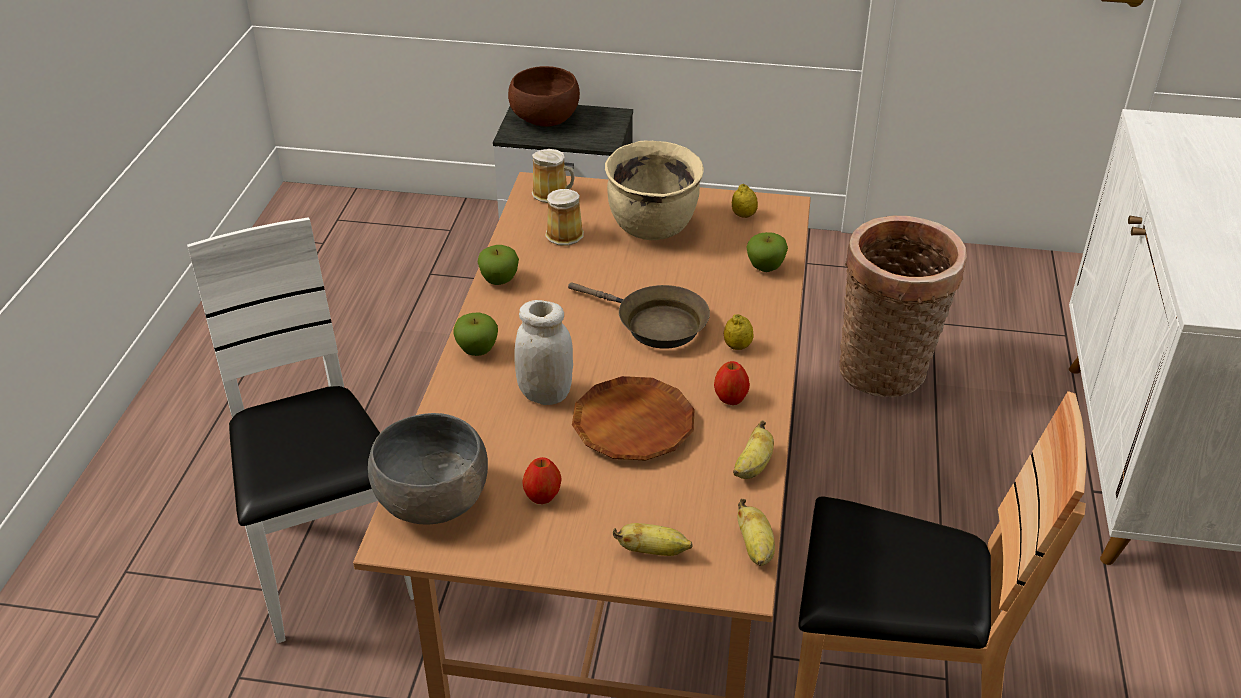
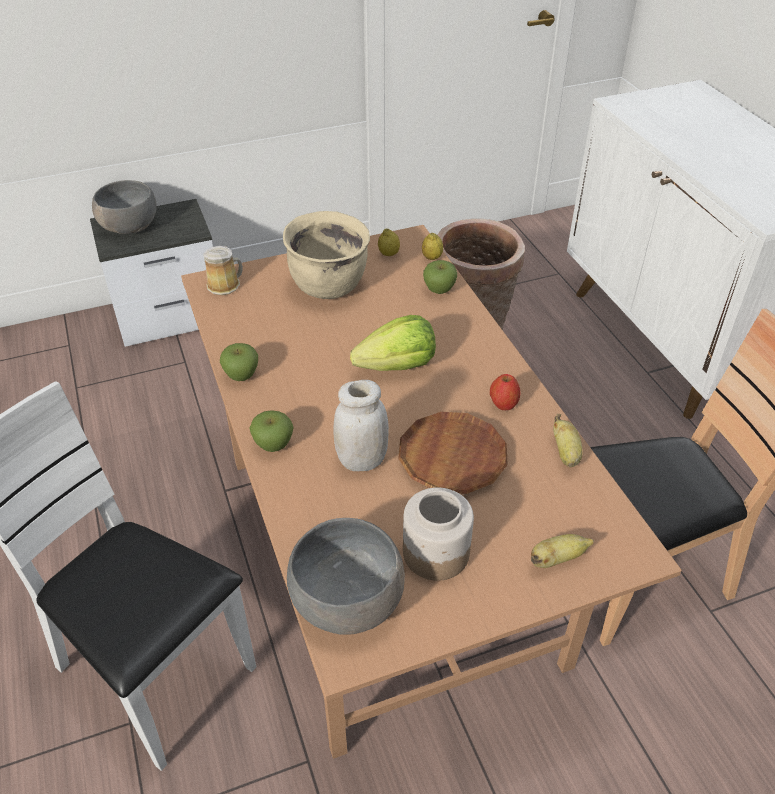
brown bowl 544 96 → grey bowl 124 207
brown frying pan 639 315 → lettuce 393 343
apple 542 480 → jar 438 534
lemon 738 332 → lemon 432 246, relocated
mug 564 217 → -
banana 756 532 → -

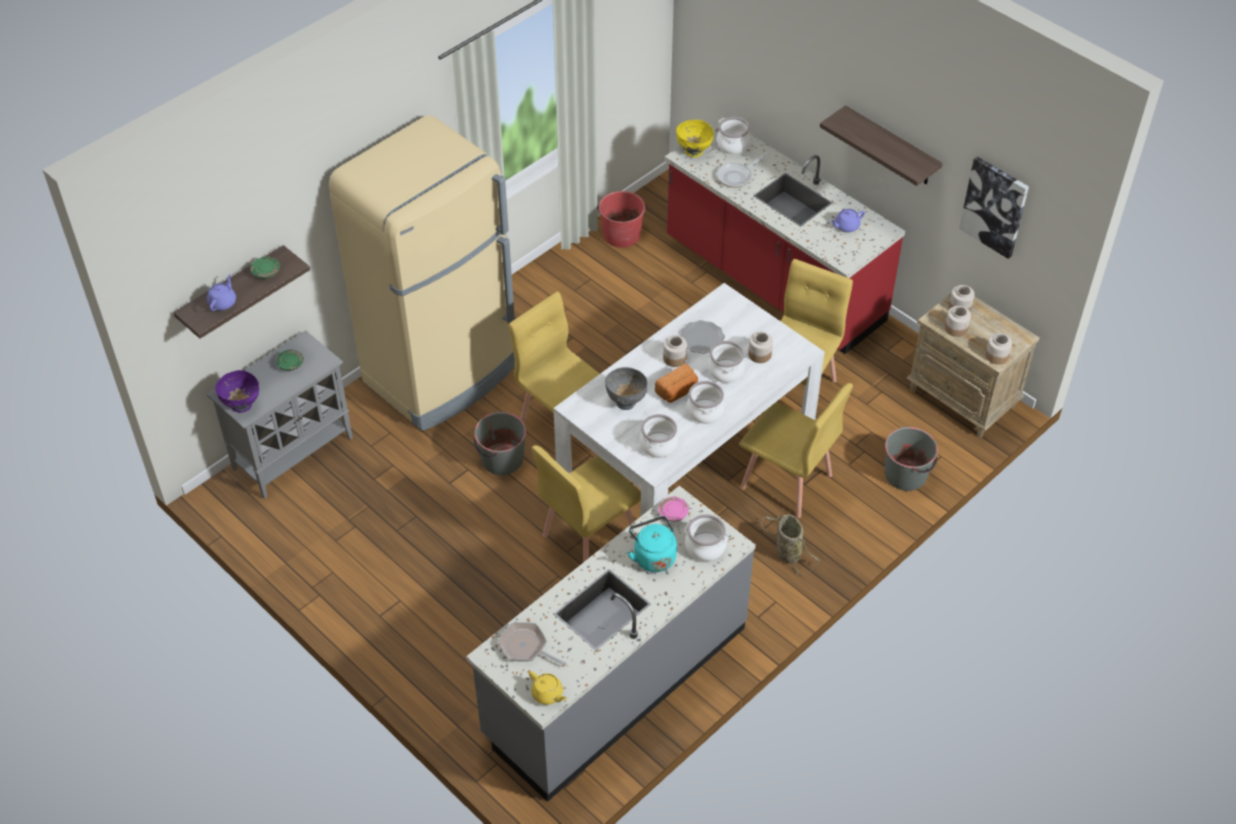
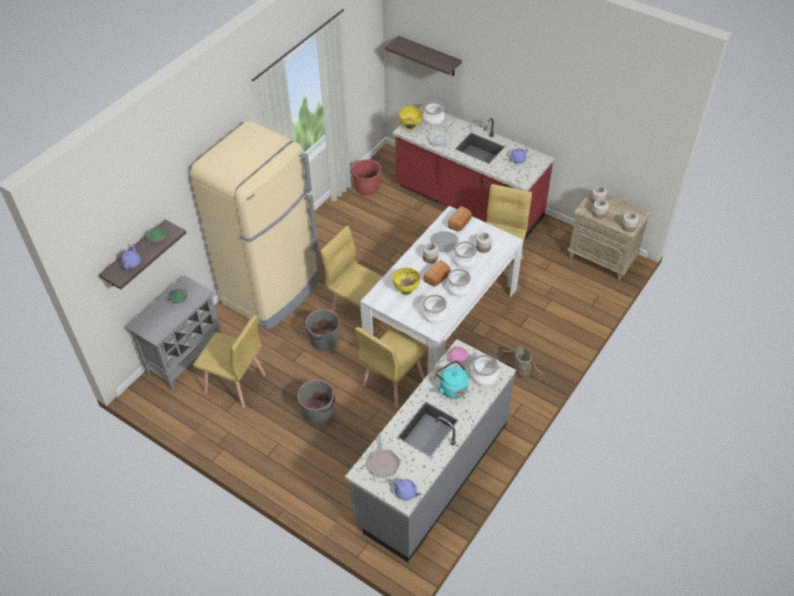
yellow chair 796 450 → yellow chair 229 361, relocated
grey bucket 911 459 → grey bucket 316 401, relocated
frying pan 532 644 → frying pan 384 456, 120 degrees counterclockwise
shelf 881 145 → shelf 423 56, relocated
grey bowl 626 388 → yellow bowl 406 282
yellow teapot 548 688 → purple teapot 407 489
- → bread 460 218
purple bowl 237 391 → -
picture 994 207 → -

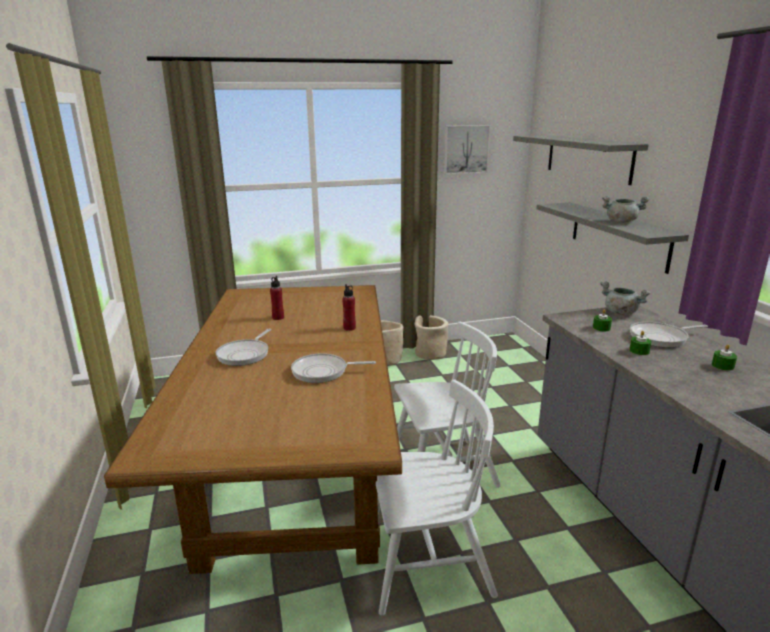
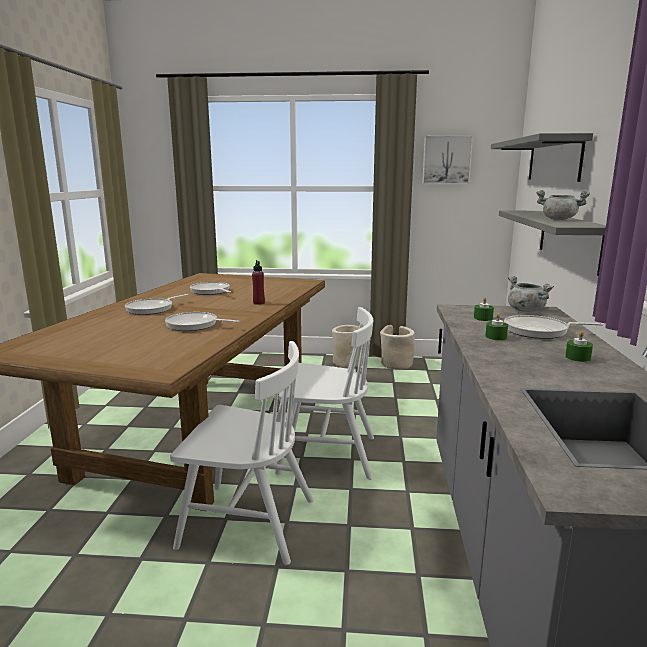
red bottle 277 298 → frying pan 210 288

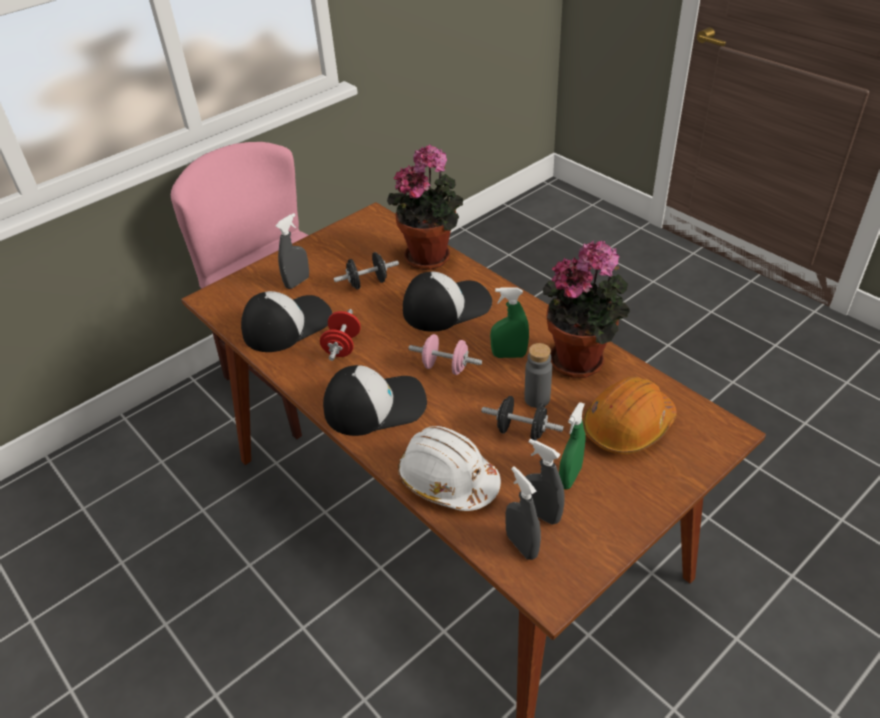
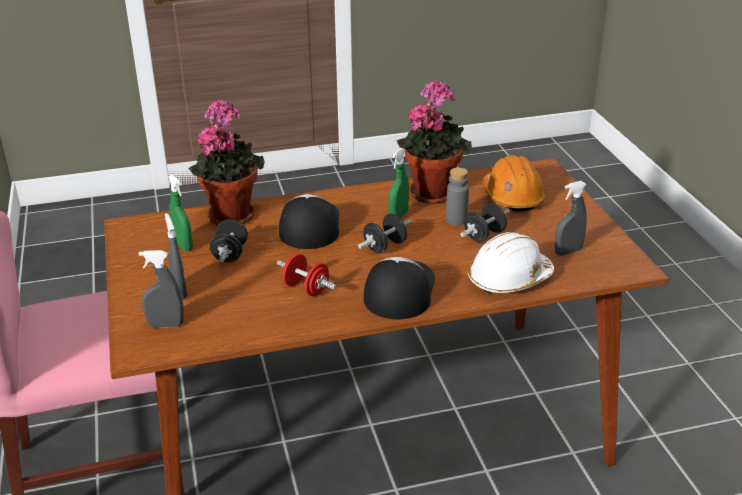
grey spray bottle 523 513 → grey spray bottle 161 289, relocated
green spray bottle 572 445 → green spray bottle 181 213, relocated
pink dumbbell 445 354 → black dumbbell 385 233
cap 286 321 → -

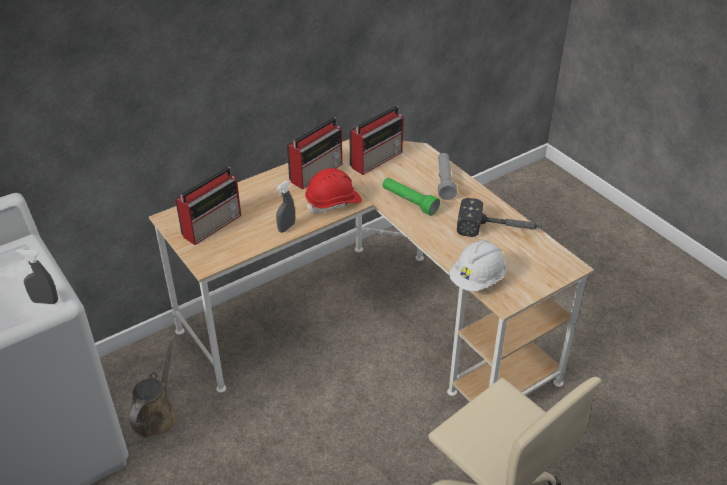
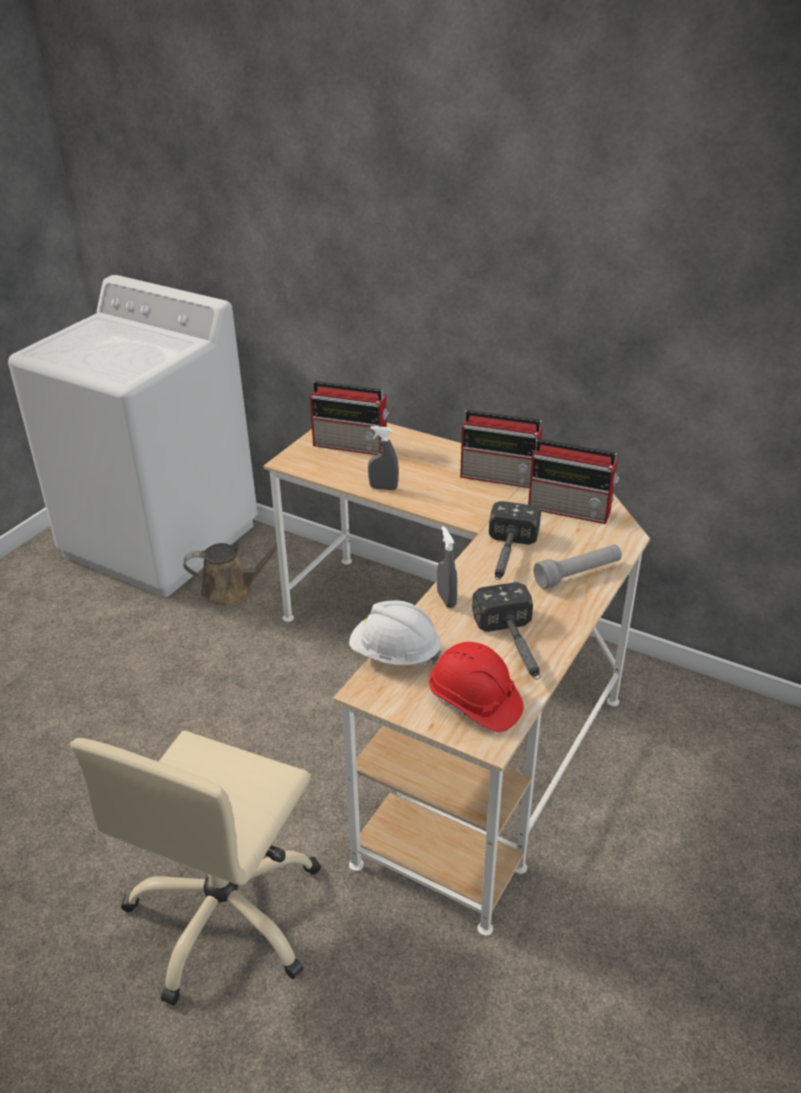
red hard hat 333 191 → red hard hat 476 687, relocated
grey spray bottle 37 276 → grey spray bottle 447 567, relocated
green flashlight 411 197 → hammer 515 540

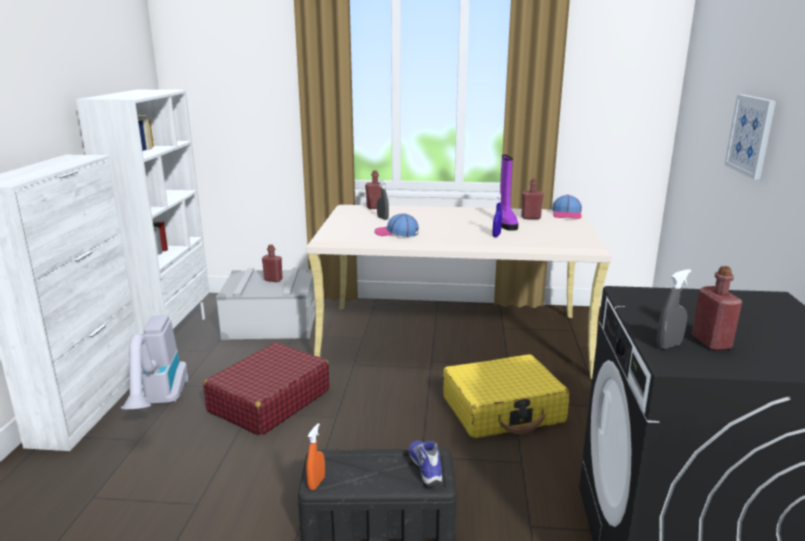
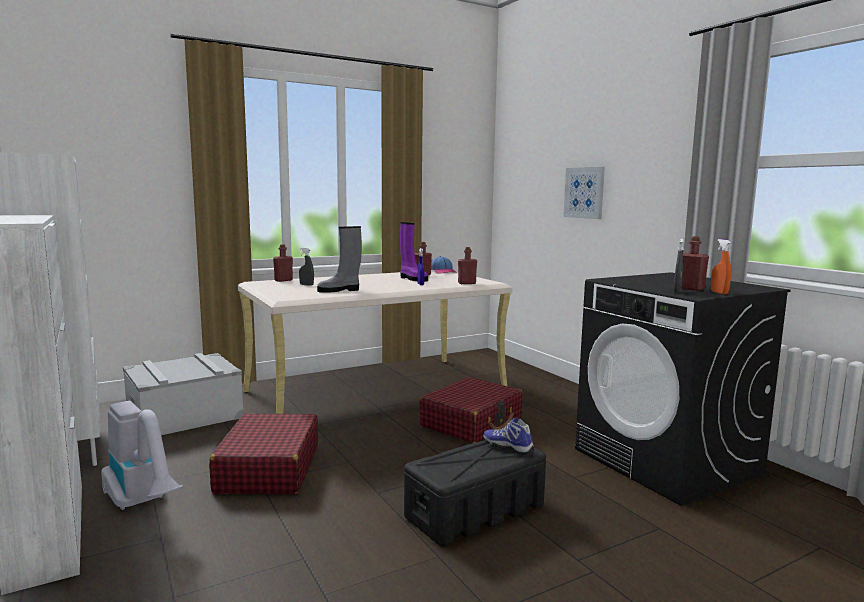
cap 396 225 → grey boot 339 259
yellow suitcase 506 396 → red suitcase 471 410
red bottle 272 263 → red bottle 467 265, relocated
orange spray bottle 315 456 → orange spray bottle 721 266, relocated

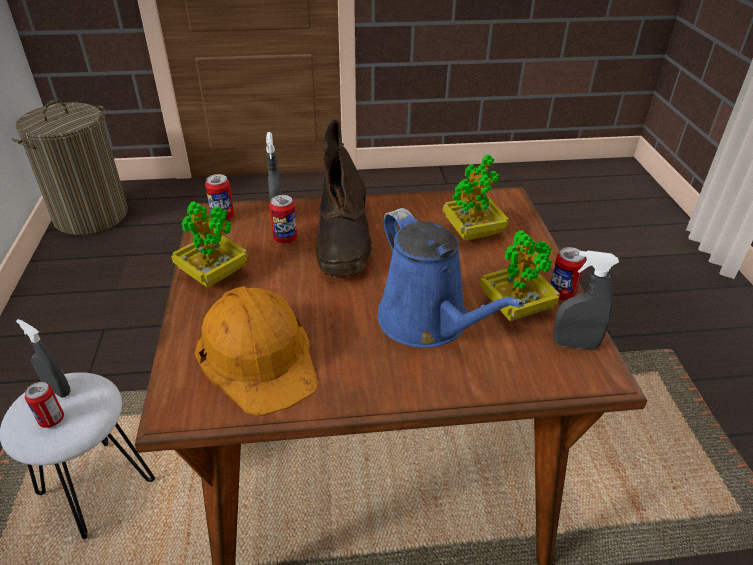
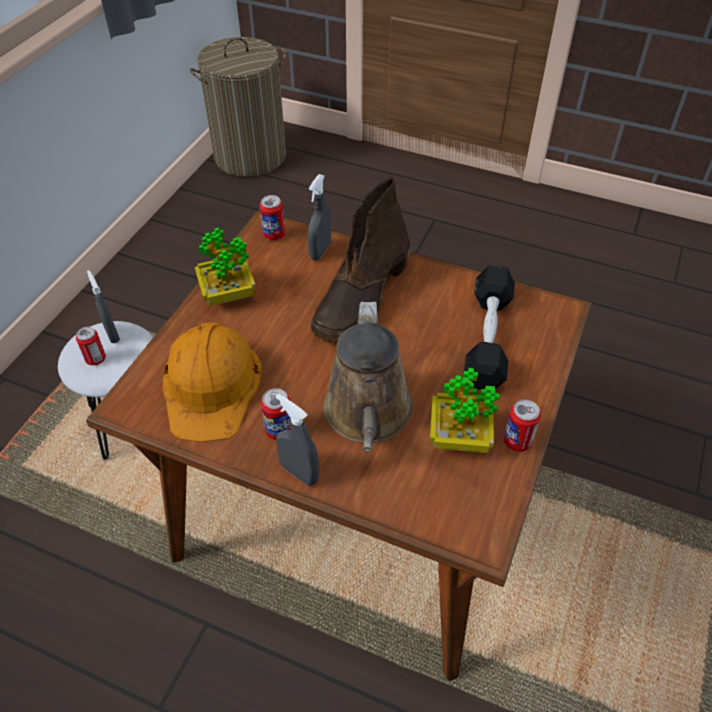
can 283 219 → can 276 414, relocated
grey spray bottle 586 300 → grey spray bottle 297 439, relocated
blue watering can 450 278 → brown watering can 368 377
potted plant 476 197 → black dumbbell 489 327

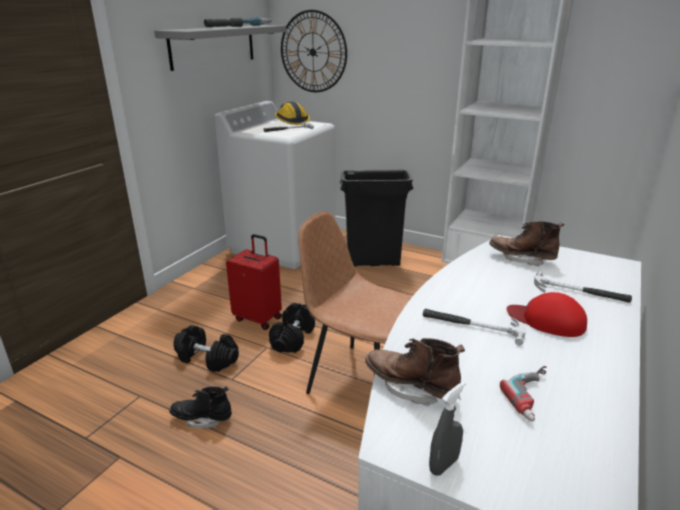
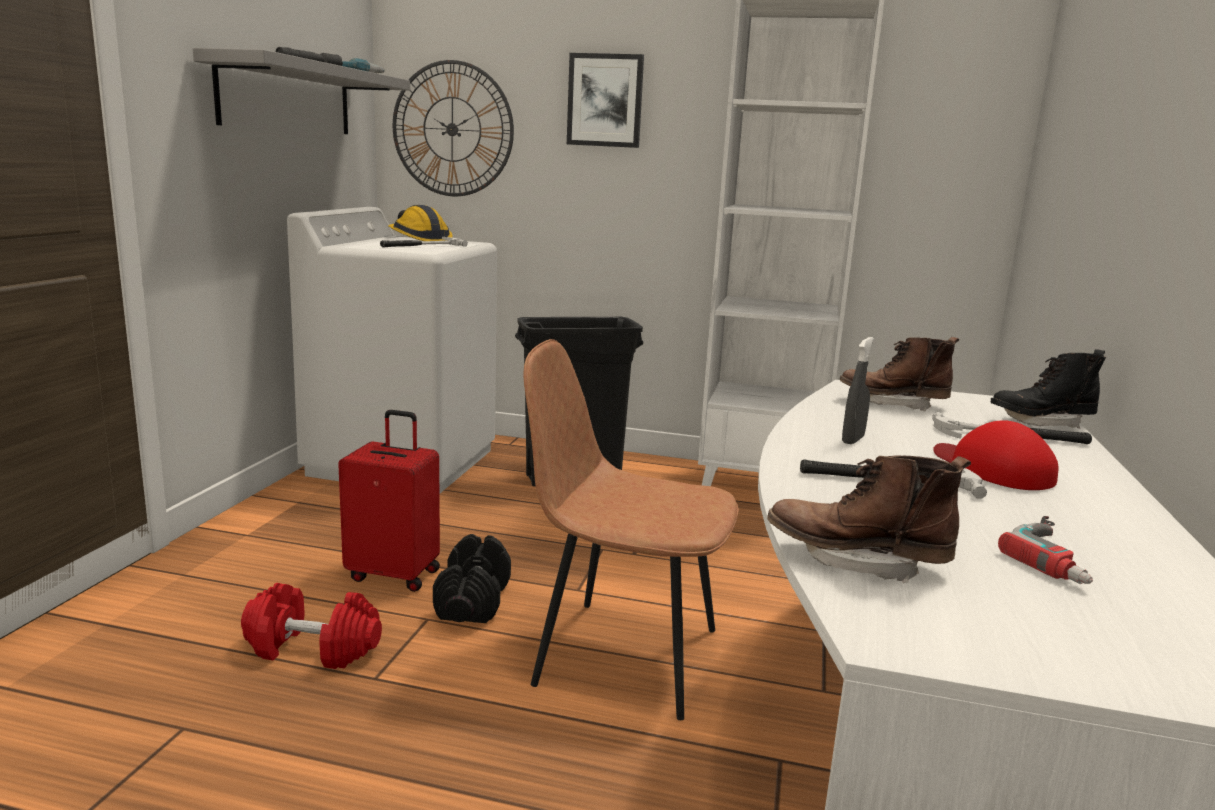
black dumbbell 206 348 → red dumbbell 311 626
- → picture 605 100
grey spray bottle 447 429 → grey spray bottle 858 390, relocated
red cap 547 314 → red cap 995 455, 45 degrees clockwise
black boot 200 407 → black boot 1048 389, relocated

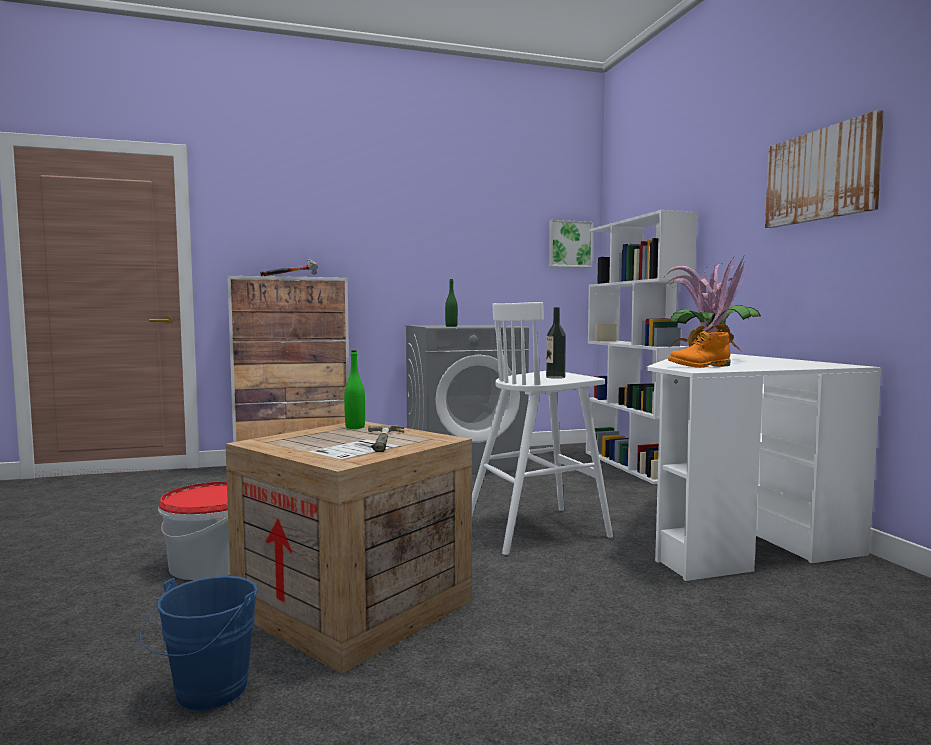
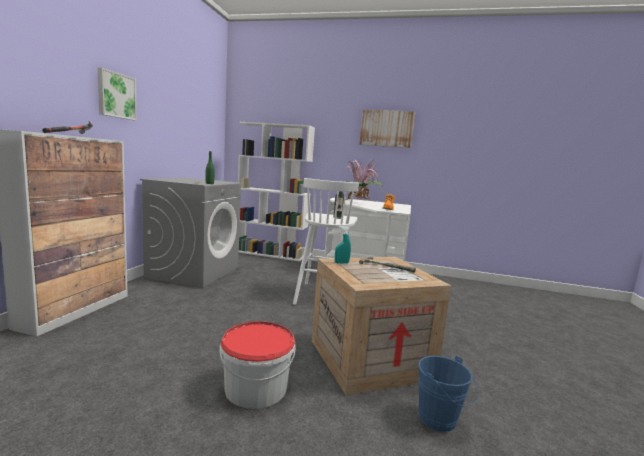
picture 571 244 → picture 117 94, relocated
green bottle 354 389 → turquoise spray bottle 343 245

